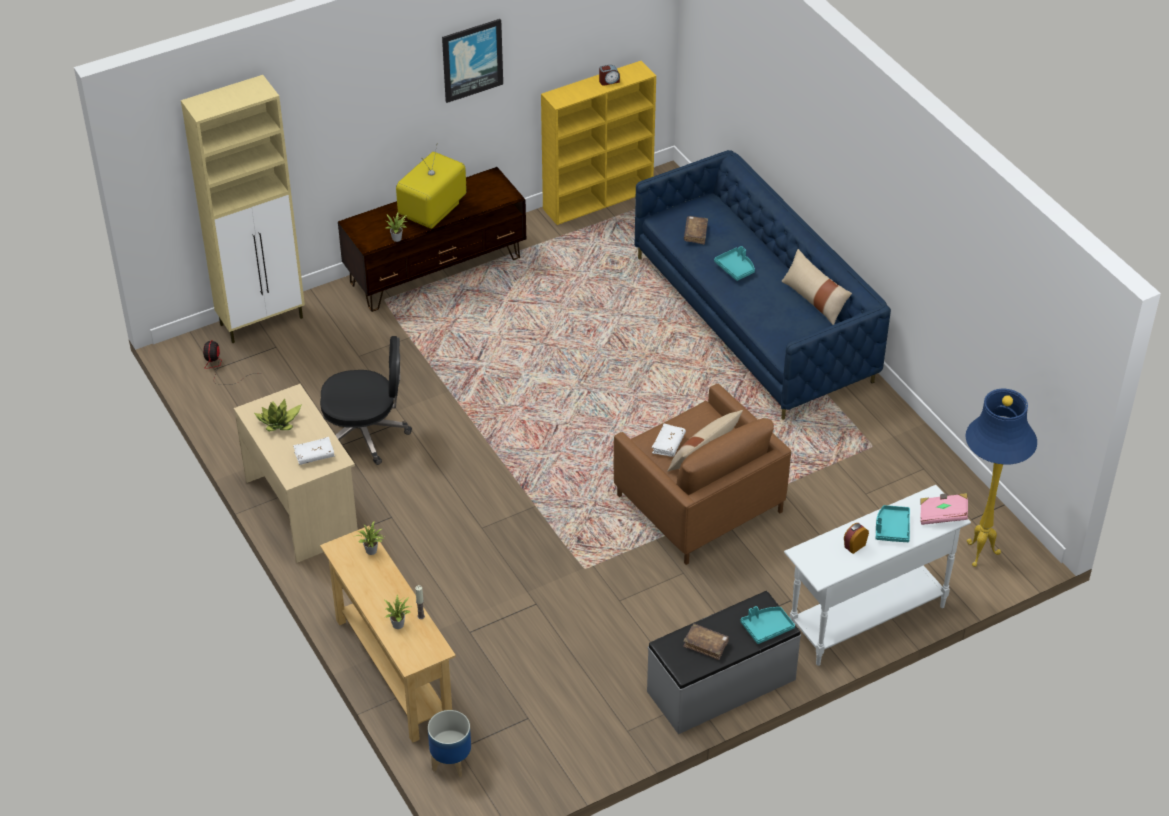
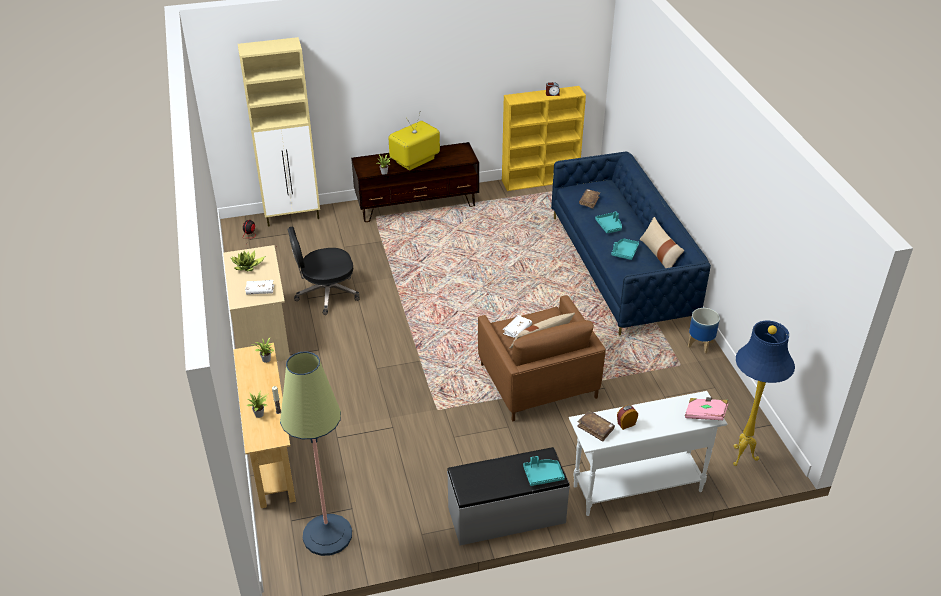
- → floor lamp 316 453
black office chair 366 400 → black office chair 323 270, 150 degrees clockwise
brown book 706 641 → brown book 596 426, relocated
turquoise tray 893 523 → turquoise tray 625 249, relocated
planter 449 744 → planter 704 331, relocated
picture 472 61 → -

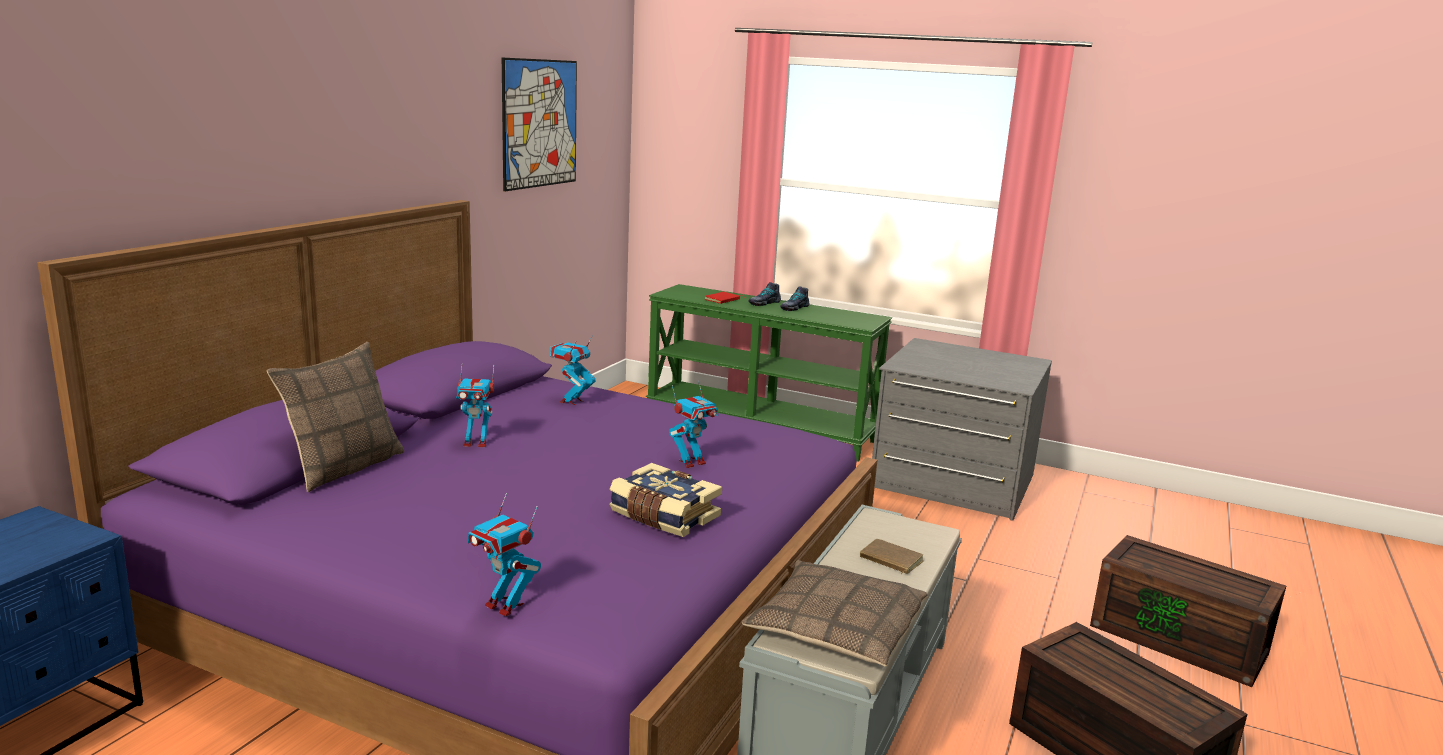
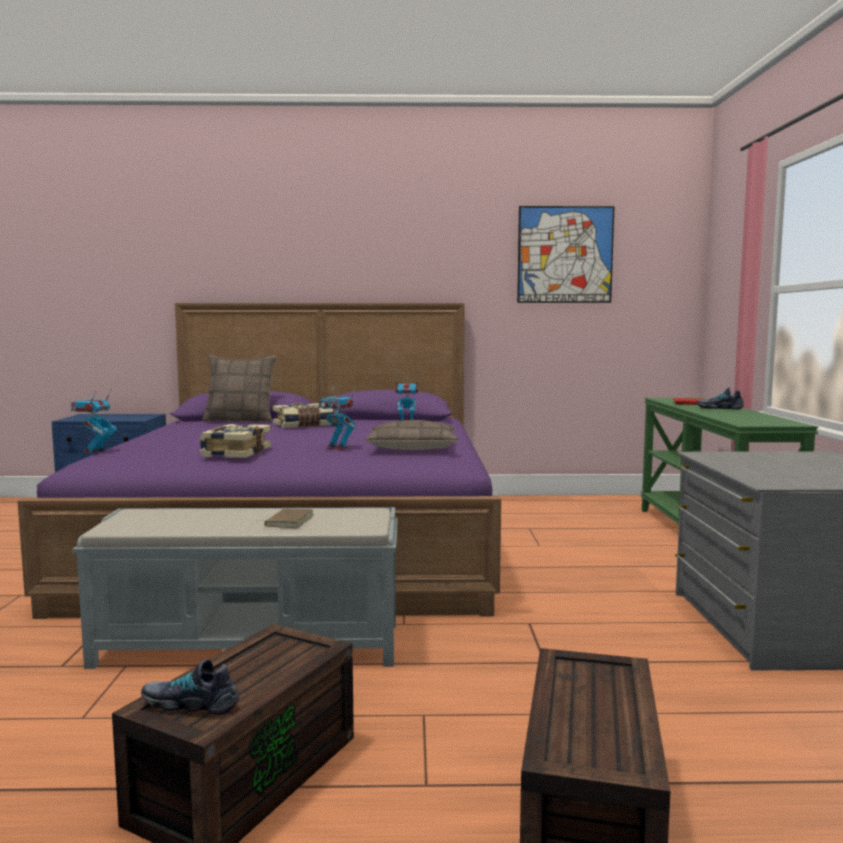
shoe 795 299 → shoe 190 687, relocated
toy robot 475 406 → book 303 415
pillow 835 613 → pillow 412 435, relocated

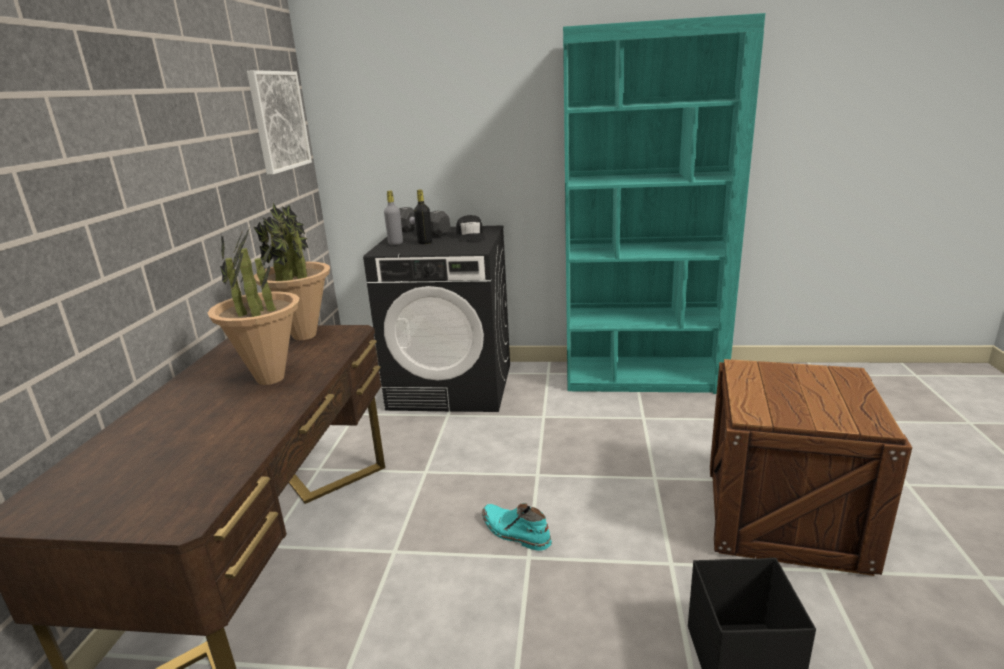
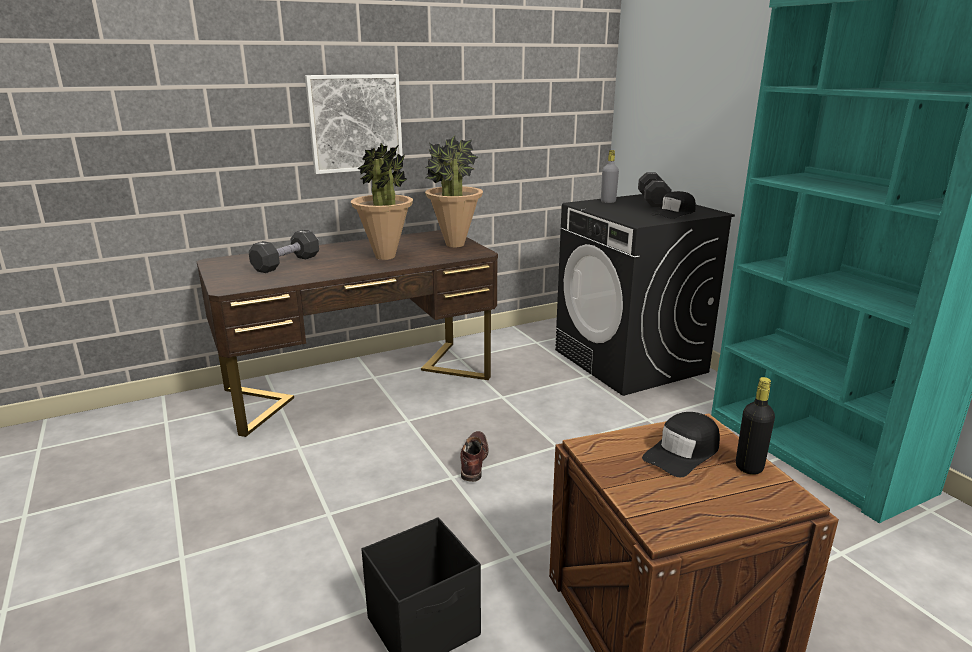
- → black dumbbell 284 251
picture 279 122 → picture 354 124, relocated
turquoise boot 517 527 → brown boot 474 456
- → black cap 681 445
black bottle 423 217 → black bottle 755 426, relocated

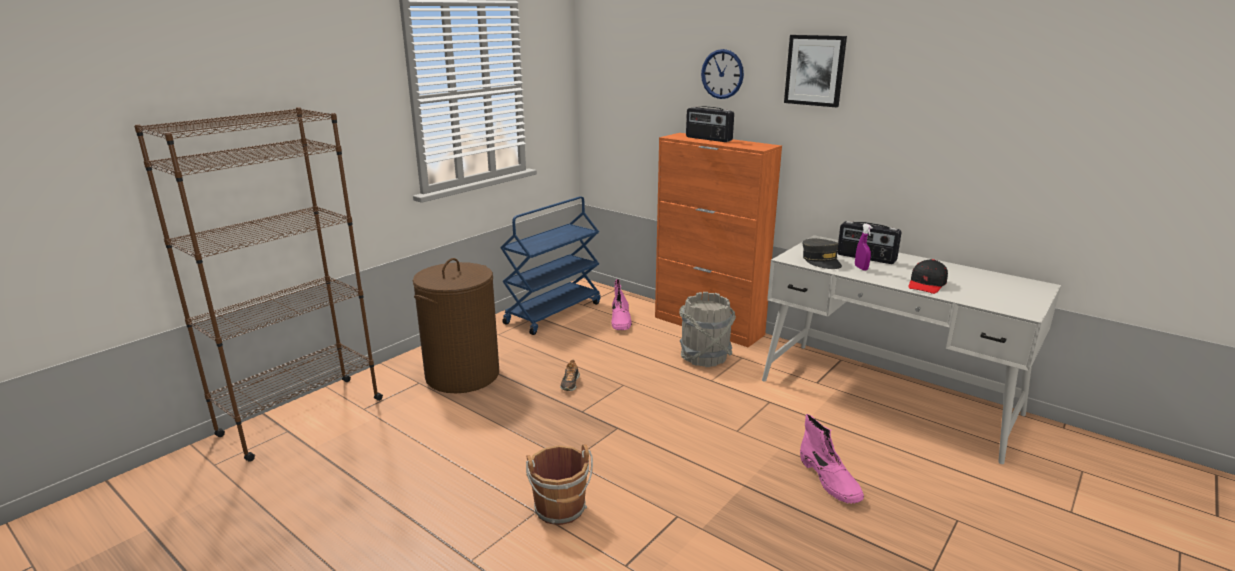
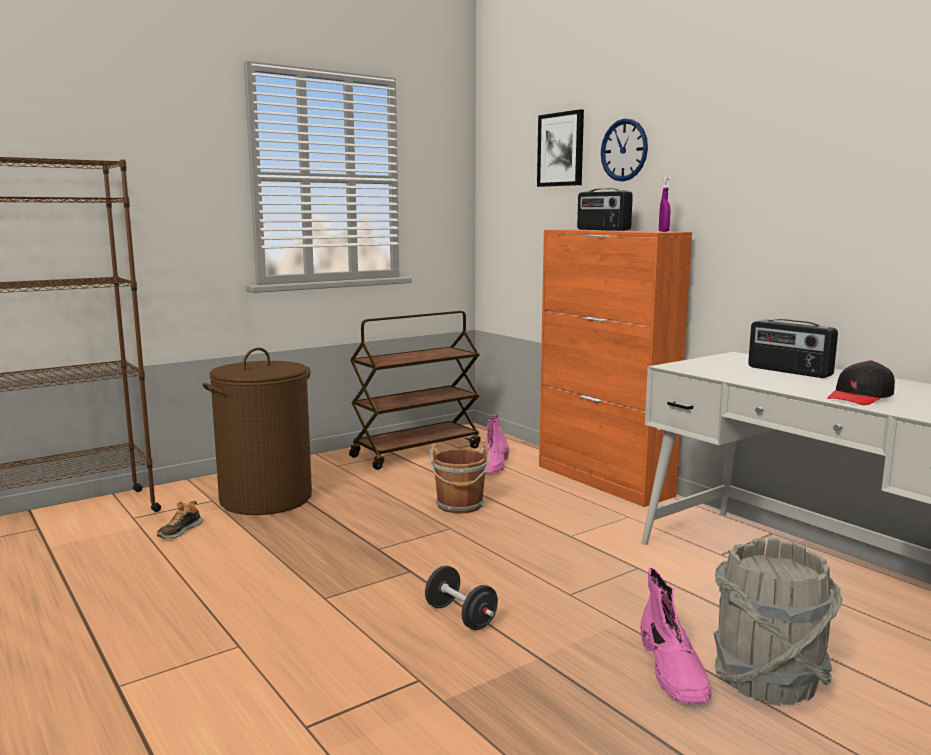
shoe 570 375 → shoe 180 519, relocated
blue cart 550 265 → brown cart 415 390
- → black dumbbell 461 598
brown bucket 559 484 → brown bucket 460 479, relocated
picture 815 71 → picture 560 148, relocated
purple spray bottle 864 247 → purple spray bottle 664 204, relocated
grey bucket 707 329 → grey bucket 778 621, relocated
grey cap 822 254 → -

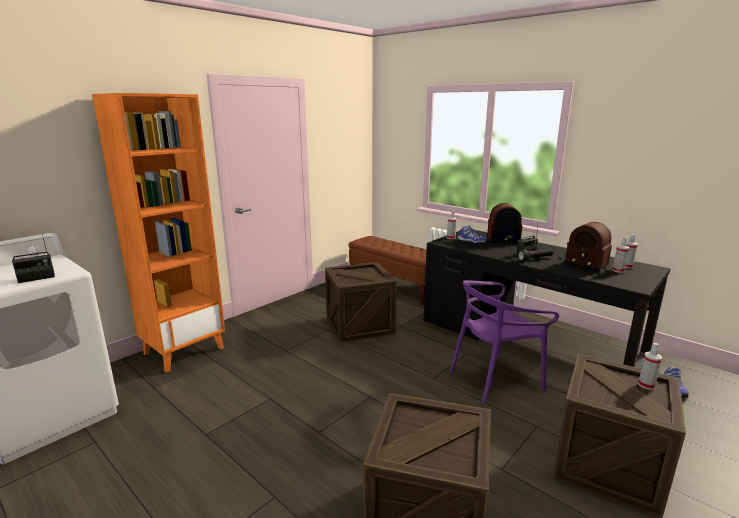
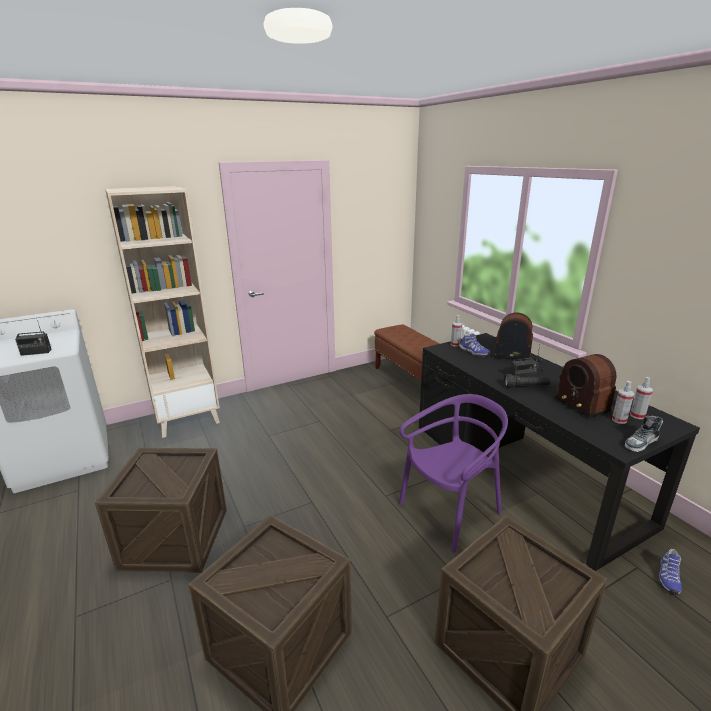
crate 361 302 → crate 161 510, relocated
orange bookcase 158 233 → beige bookcase 162 312
purple chair 504 341 → purple chair 453 473, 150 degrees clockwise
- → shoe 644 434
spray bottle 650 366 → -

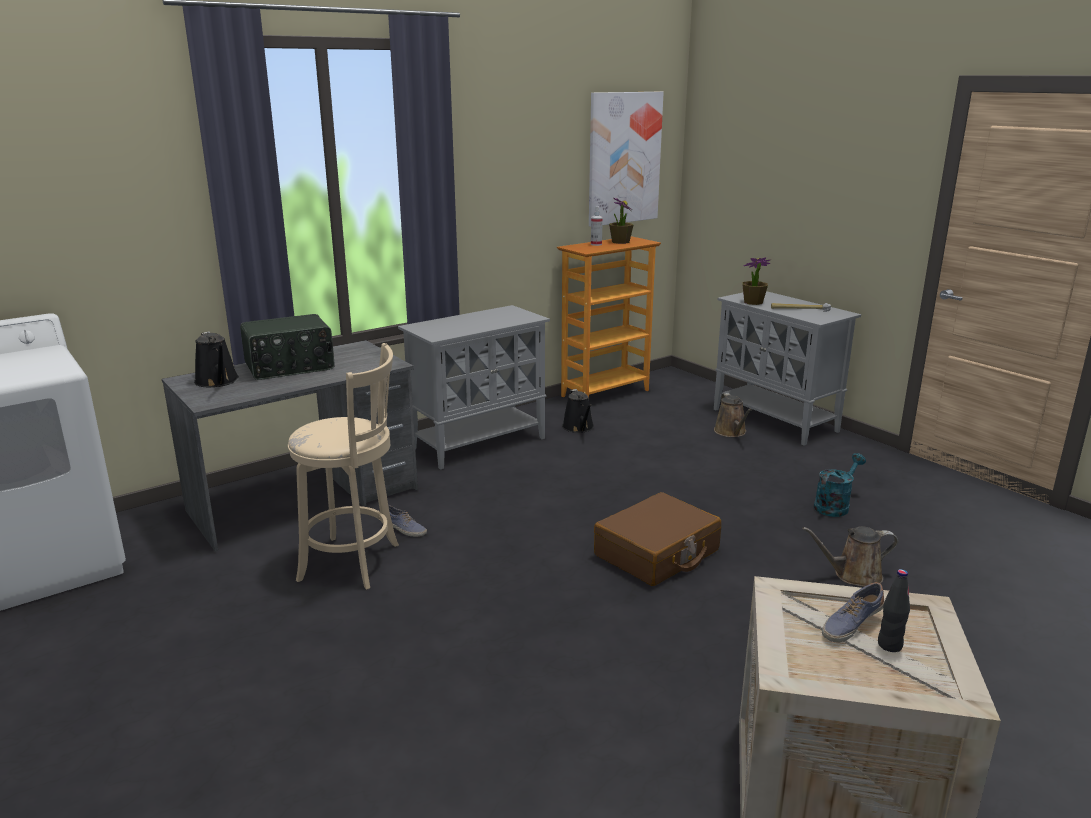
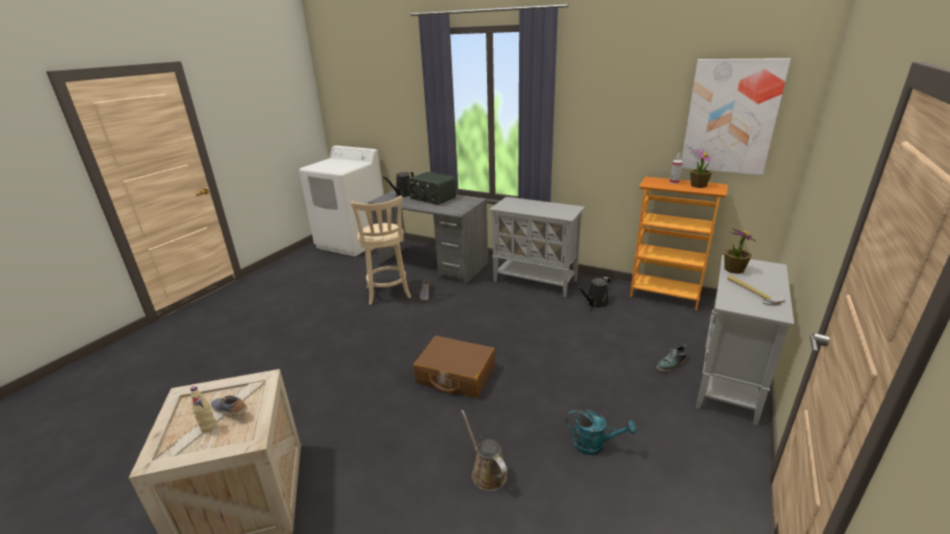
black bottle 894 610 → beige bottle 203 409
brown watering can 733 415 → shoe 671 358

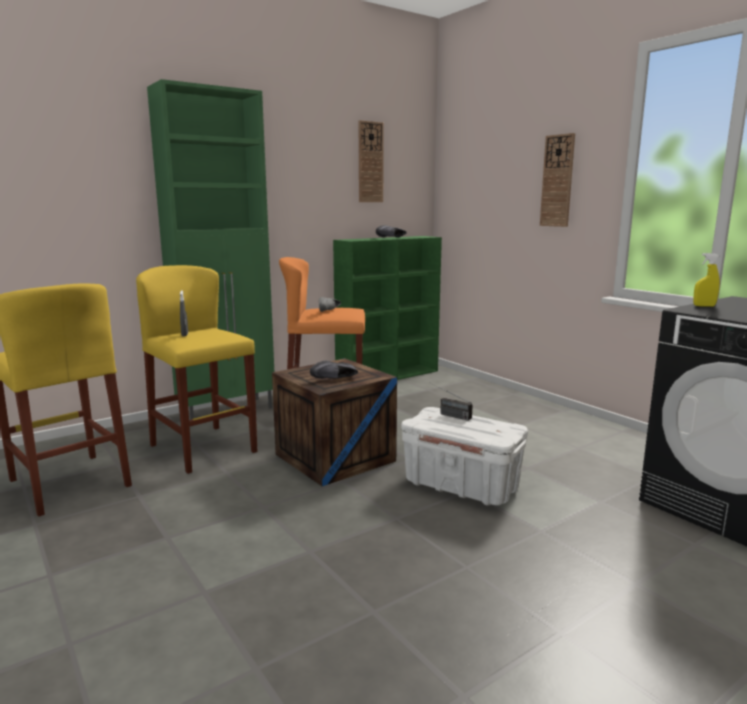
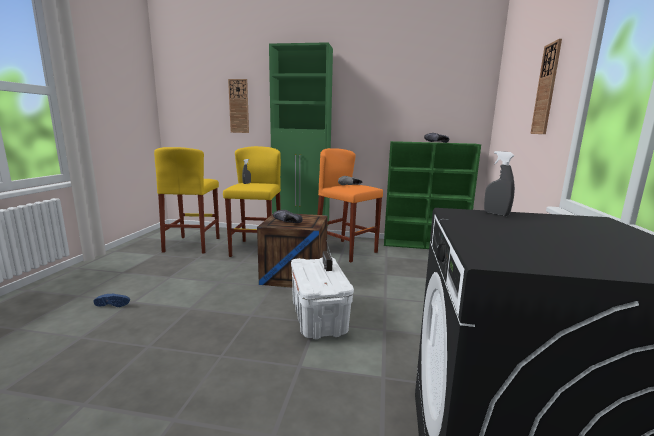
- → blue shoe 111 300
wall clock 371 161 → wall clock 238 106, relocated
yellow spray bottle 706 280 → grey spray bottle 499 183

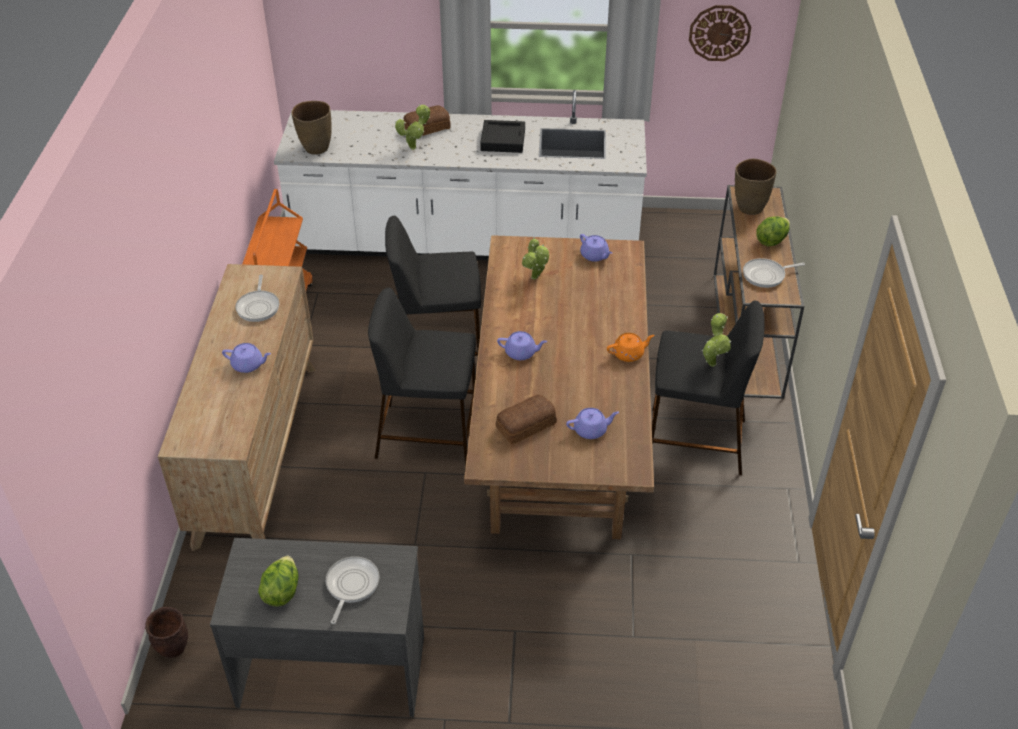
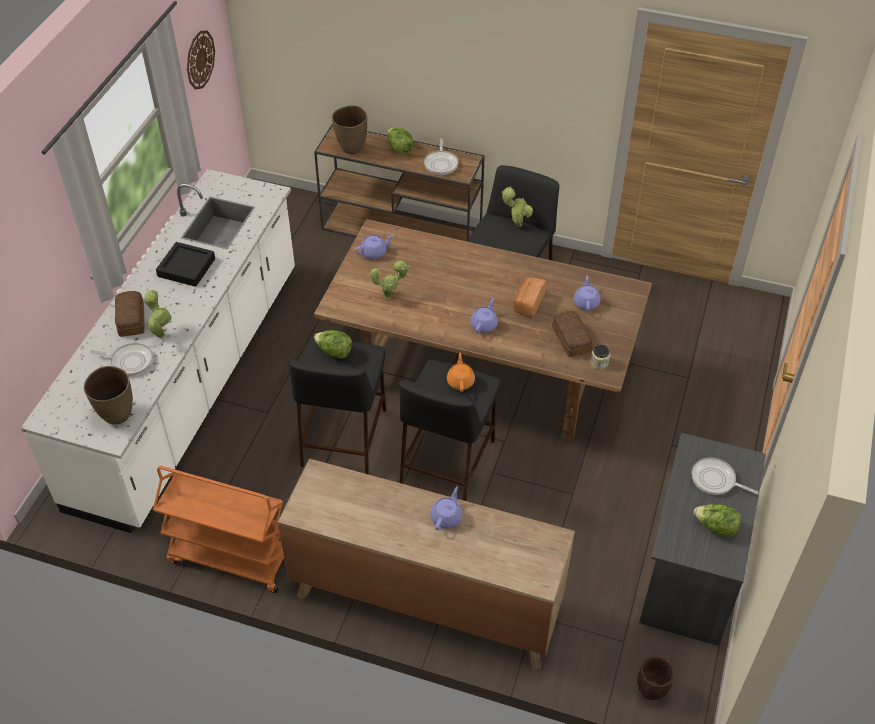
frying pan 257 298 → frying pan 121 359, relocated
- → lettuce 333 344
orange teapot 631 347 → orange teapot 461 372, relocated
- → bread 529 298
- → jar 600 357

